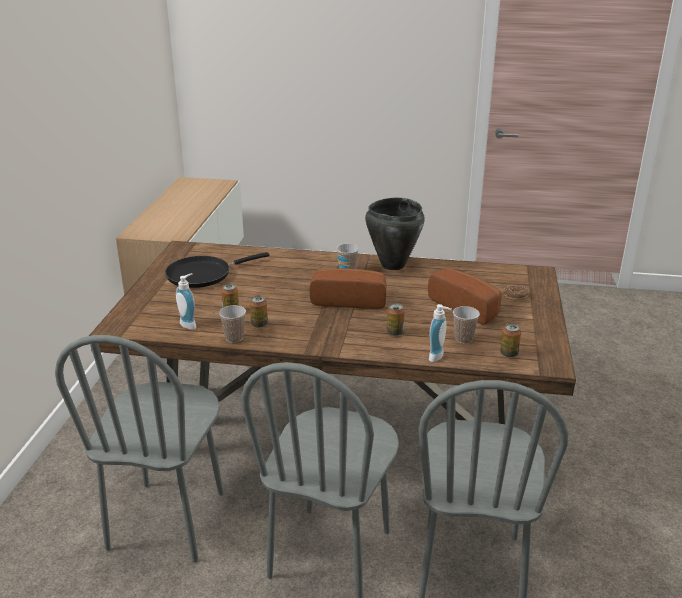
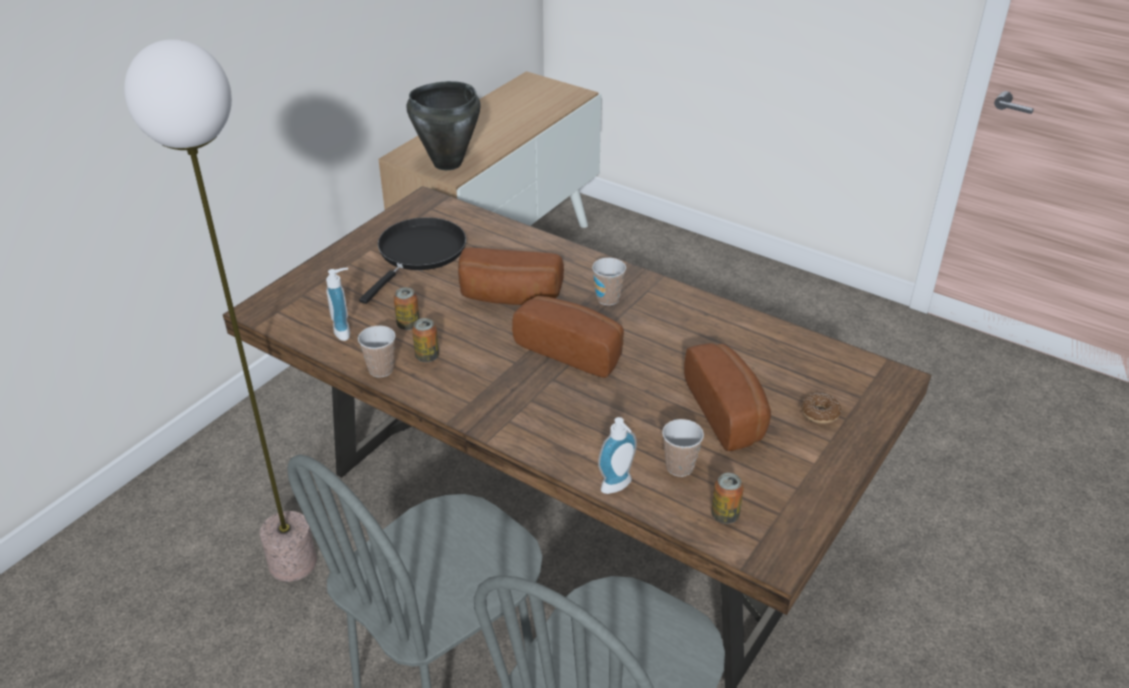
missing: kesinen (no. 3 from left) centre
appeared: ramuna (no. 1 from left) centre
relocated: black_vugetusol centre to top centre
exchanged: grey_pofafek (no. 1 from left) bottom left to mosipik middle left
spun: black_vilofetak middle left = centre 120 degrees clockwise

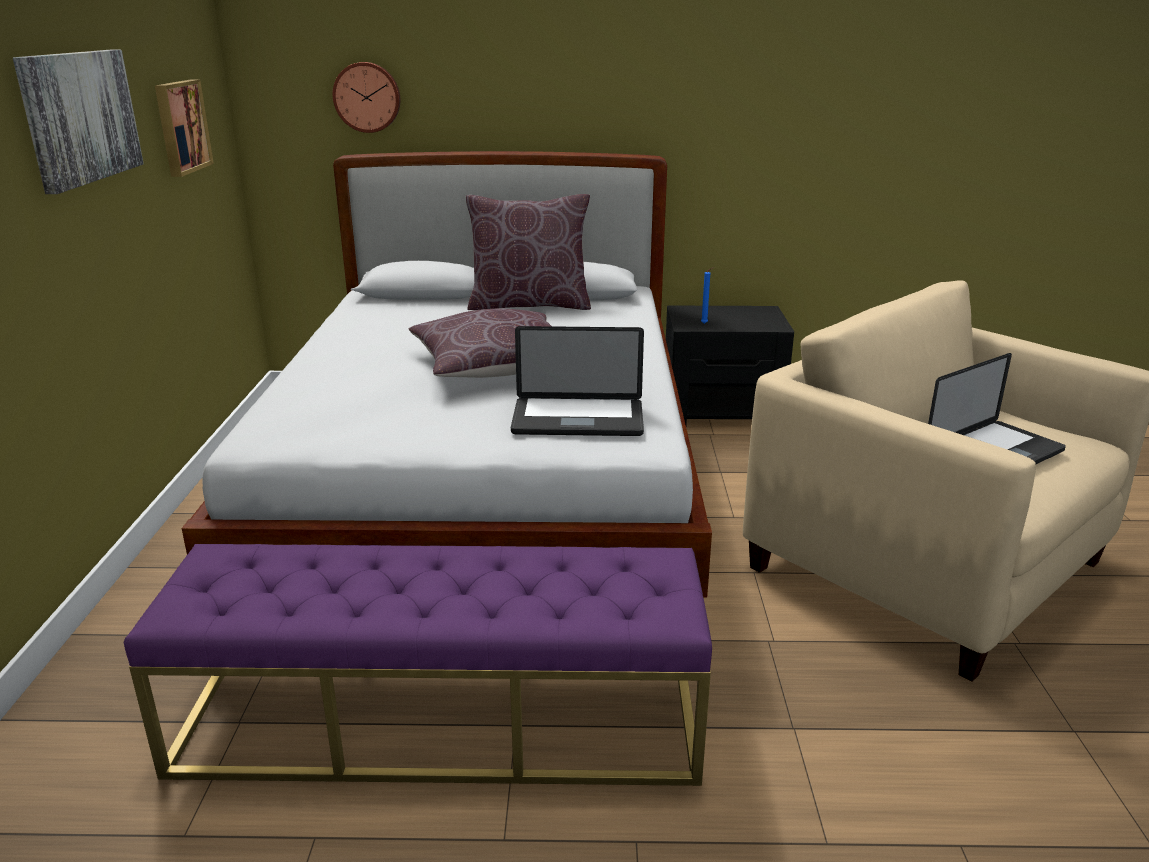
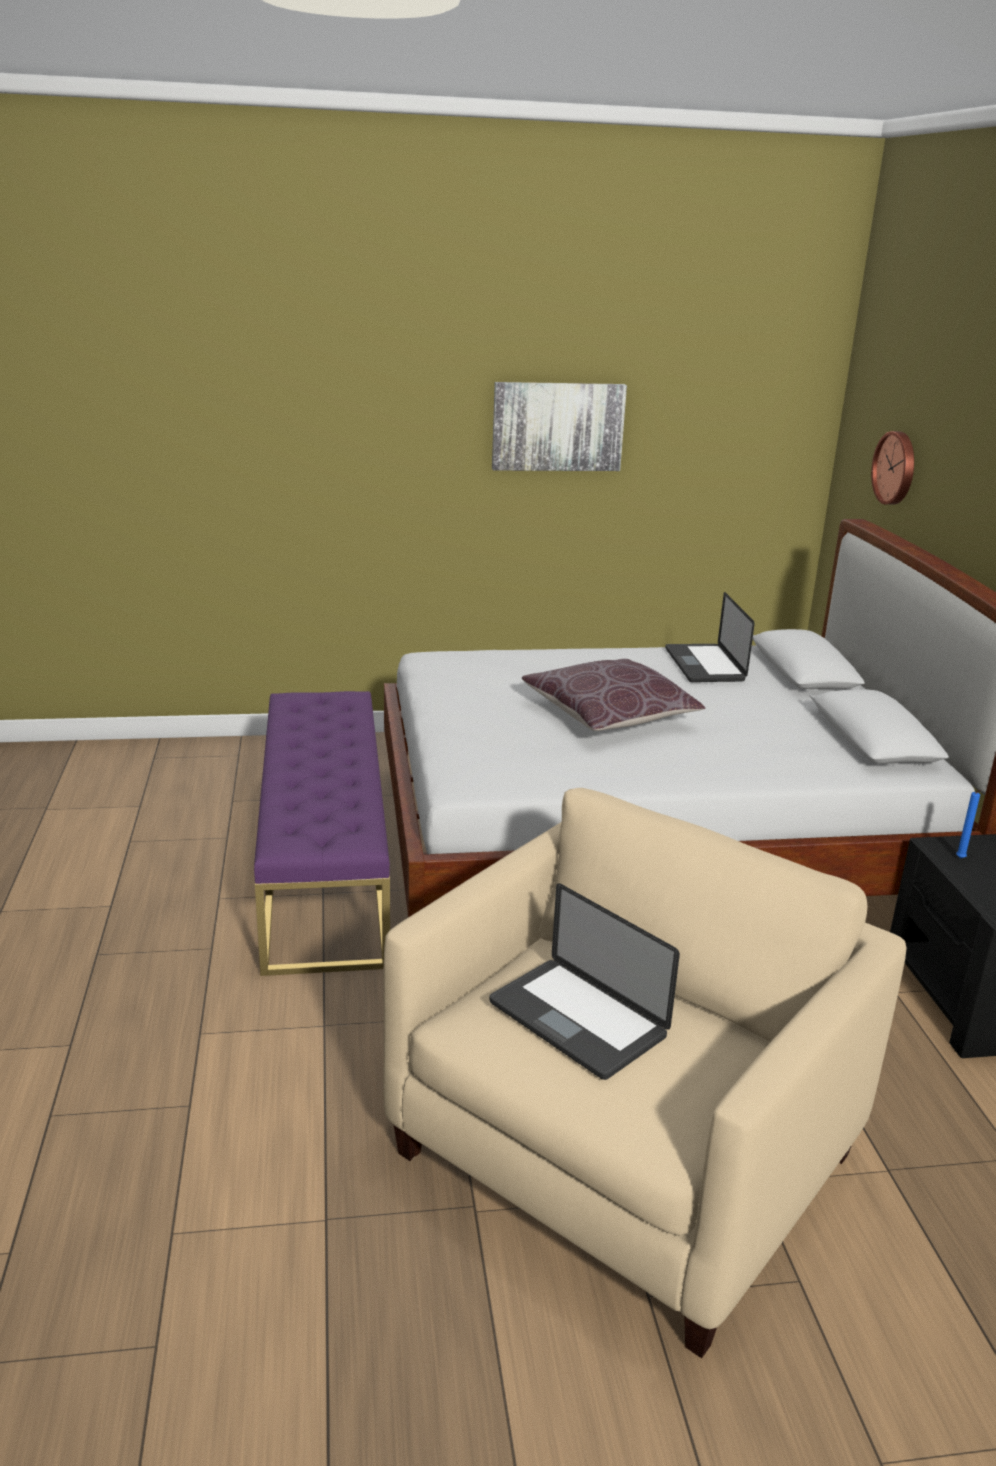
missing: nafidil (no. 2 from left) top left; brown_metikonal (no. 2 from left) top centre
relocated: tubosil (no. 1 from left in the first image) centre to tubosil (no. 2 from left) middle right

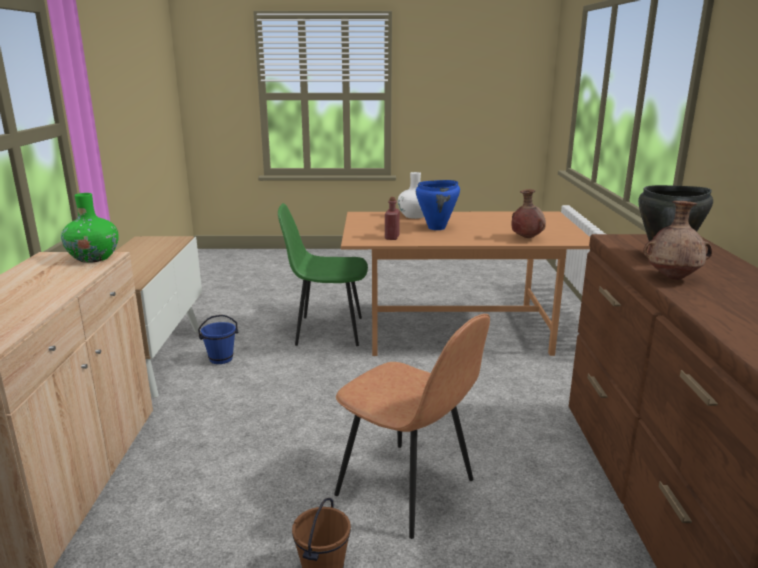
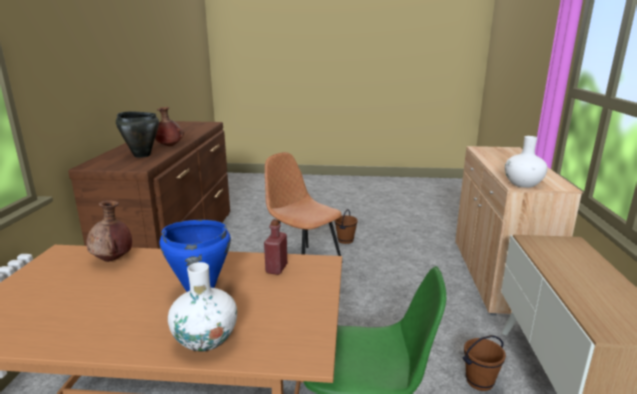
colour: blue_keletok middle left to brown_keletok (no. 2 from left) bottom right; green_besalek middle left to white_besalek (no. 2 from left) middle right

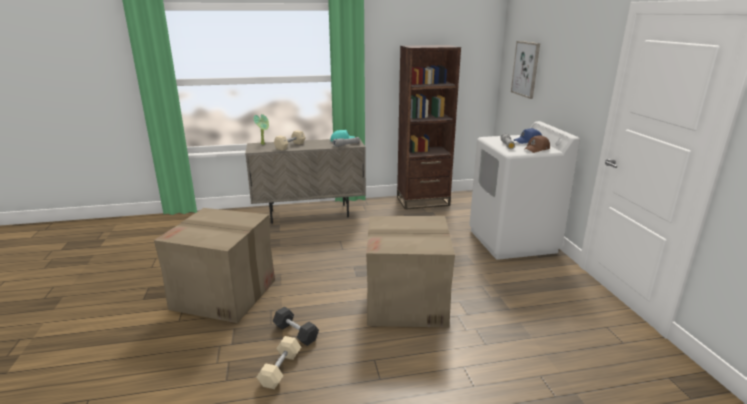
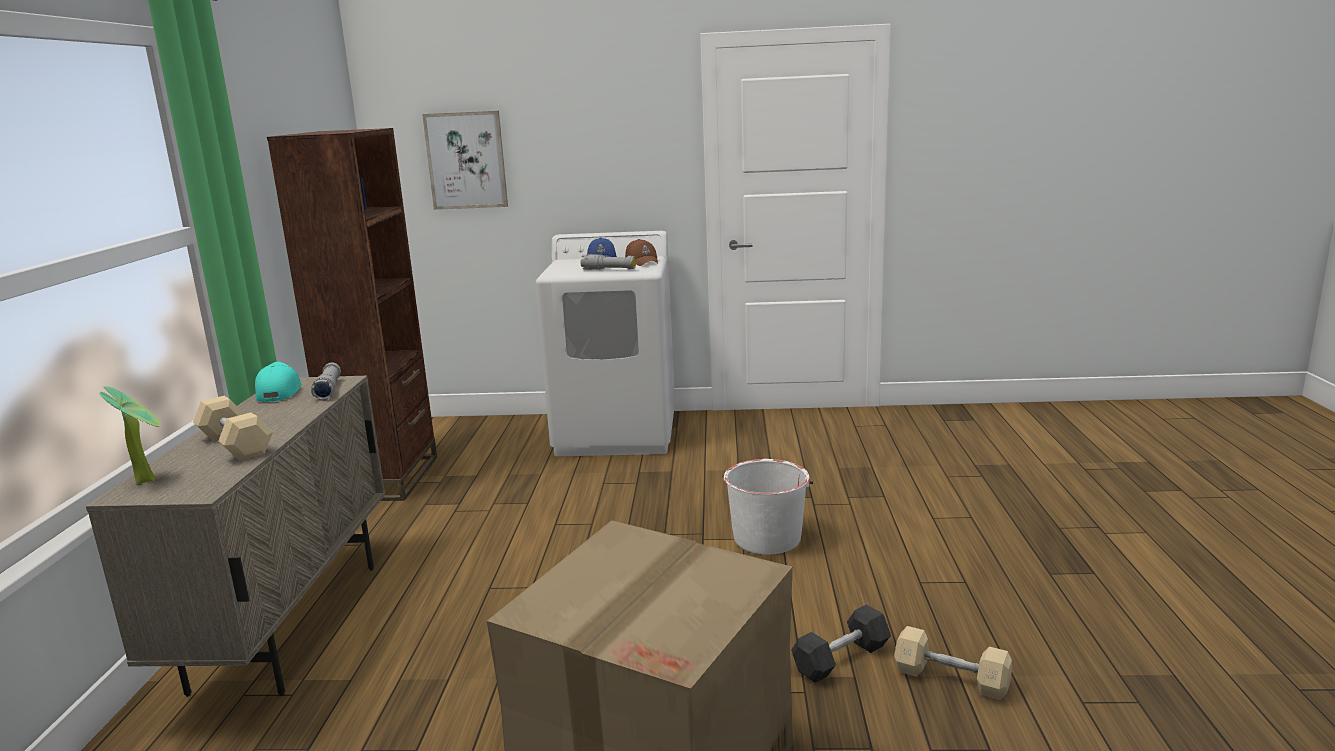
exchanged: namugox (no. 2 from left) bottom centre to white_keletok bottom centre

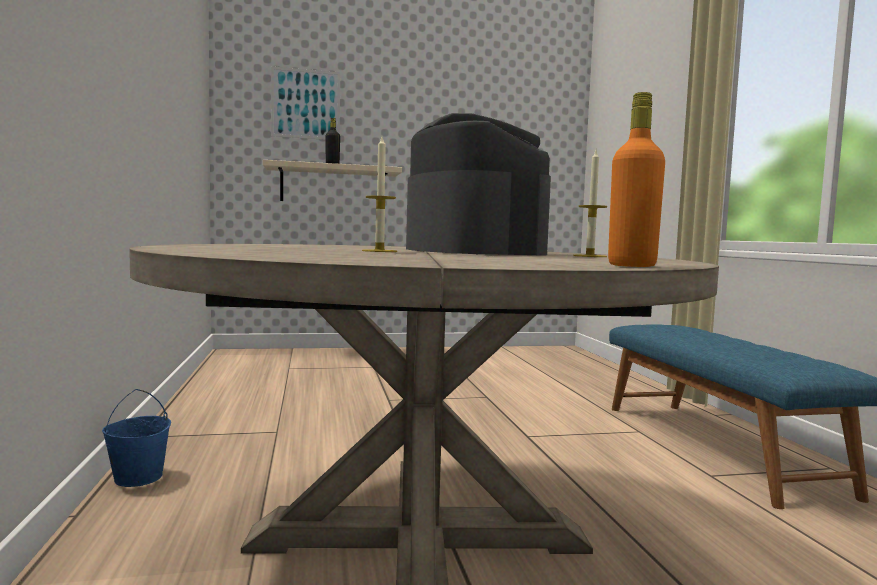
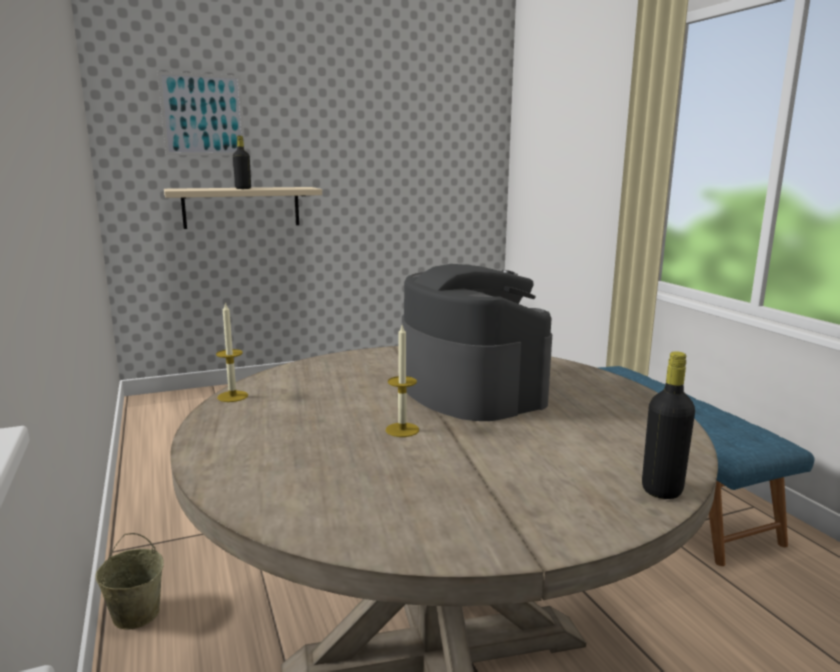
relocated: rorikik (no. 2 from left in the first image) middle right to rorikik (no. 1 from left) middle left
colour: blue_keletok bottom left to beige_keletok bottom left; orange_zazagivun top right to black_zazagivun (no. 2 from left) middle right

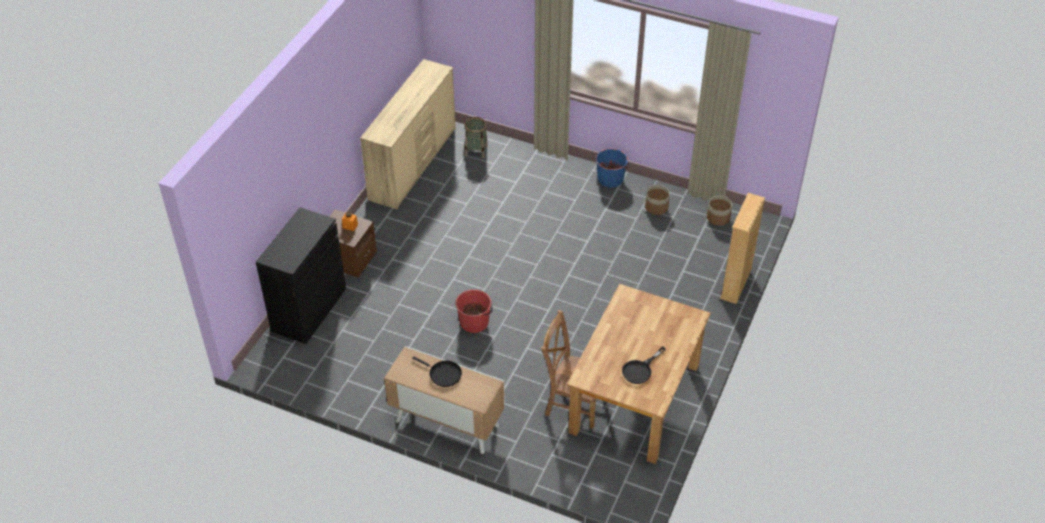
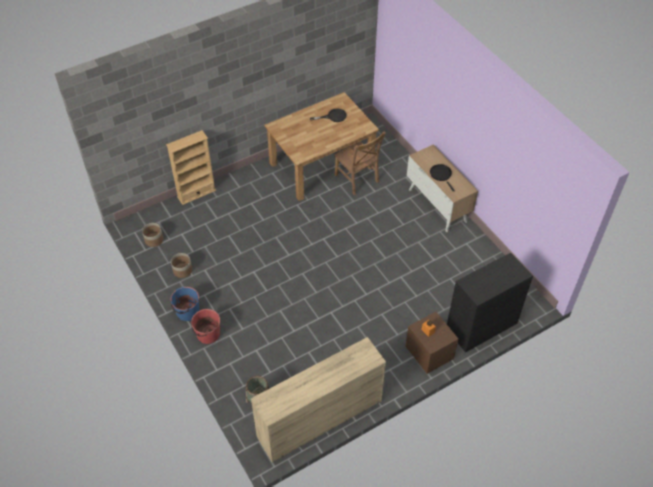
relocated: red_keletok centre to bottom left

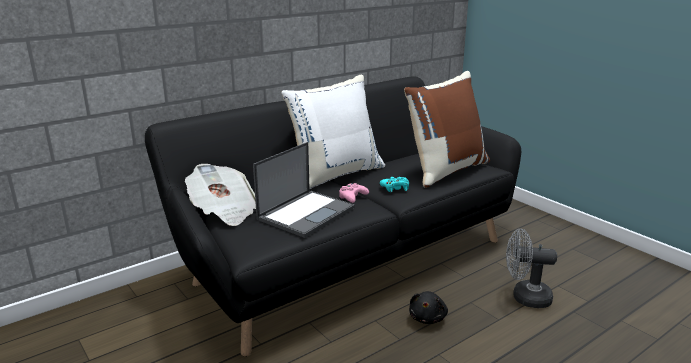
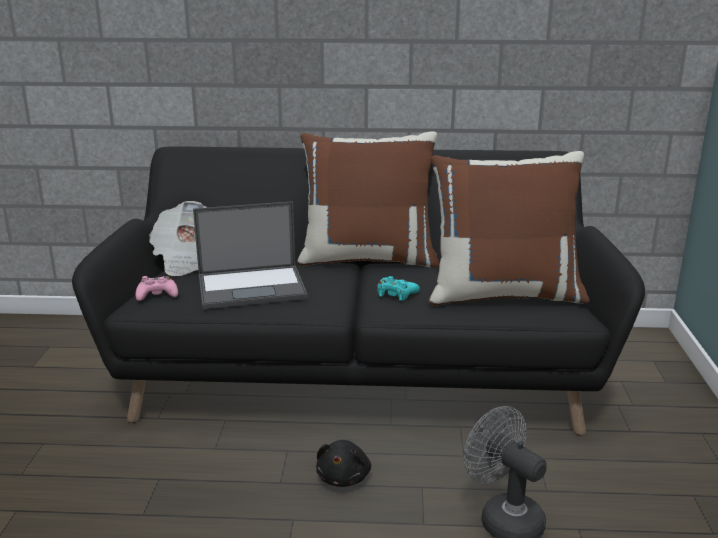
relocated: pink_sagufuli centre to middle left
colour: white_metikonal centre to brown_metikonal (no. 1 from left) centre
spun: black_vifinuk bottom centre = bottom centre 45 degrees counterclockwise

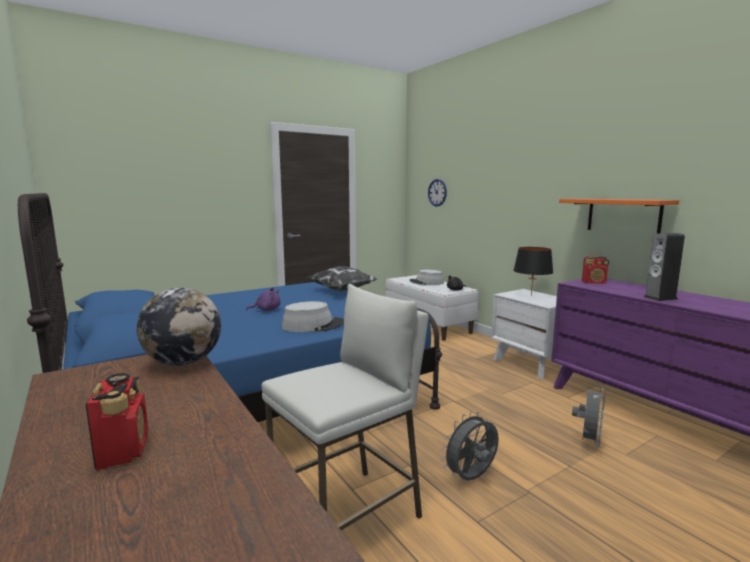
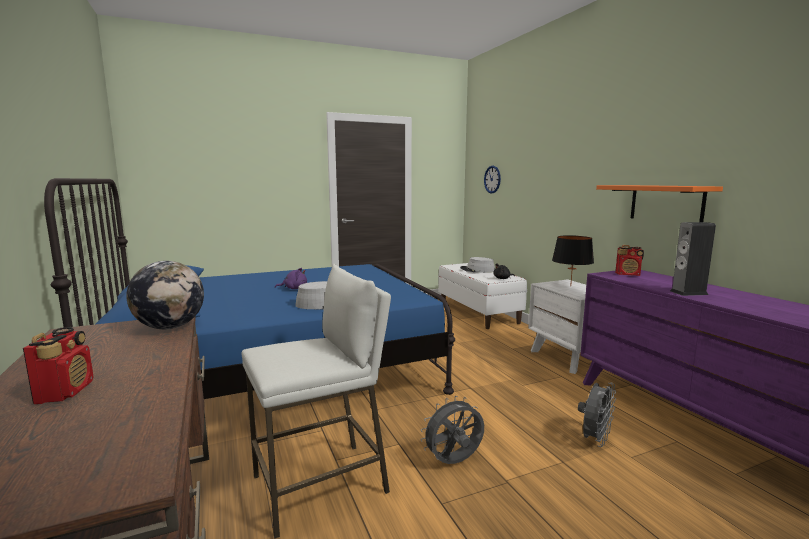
missing: metikonal centre

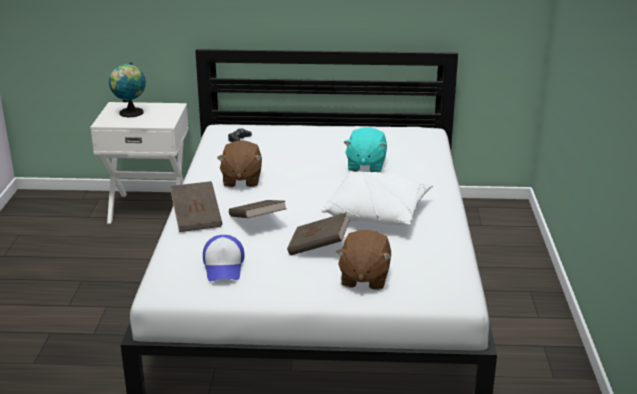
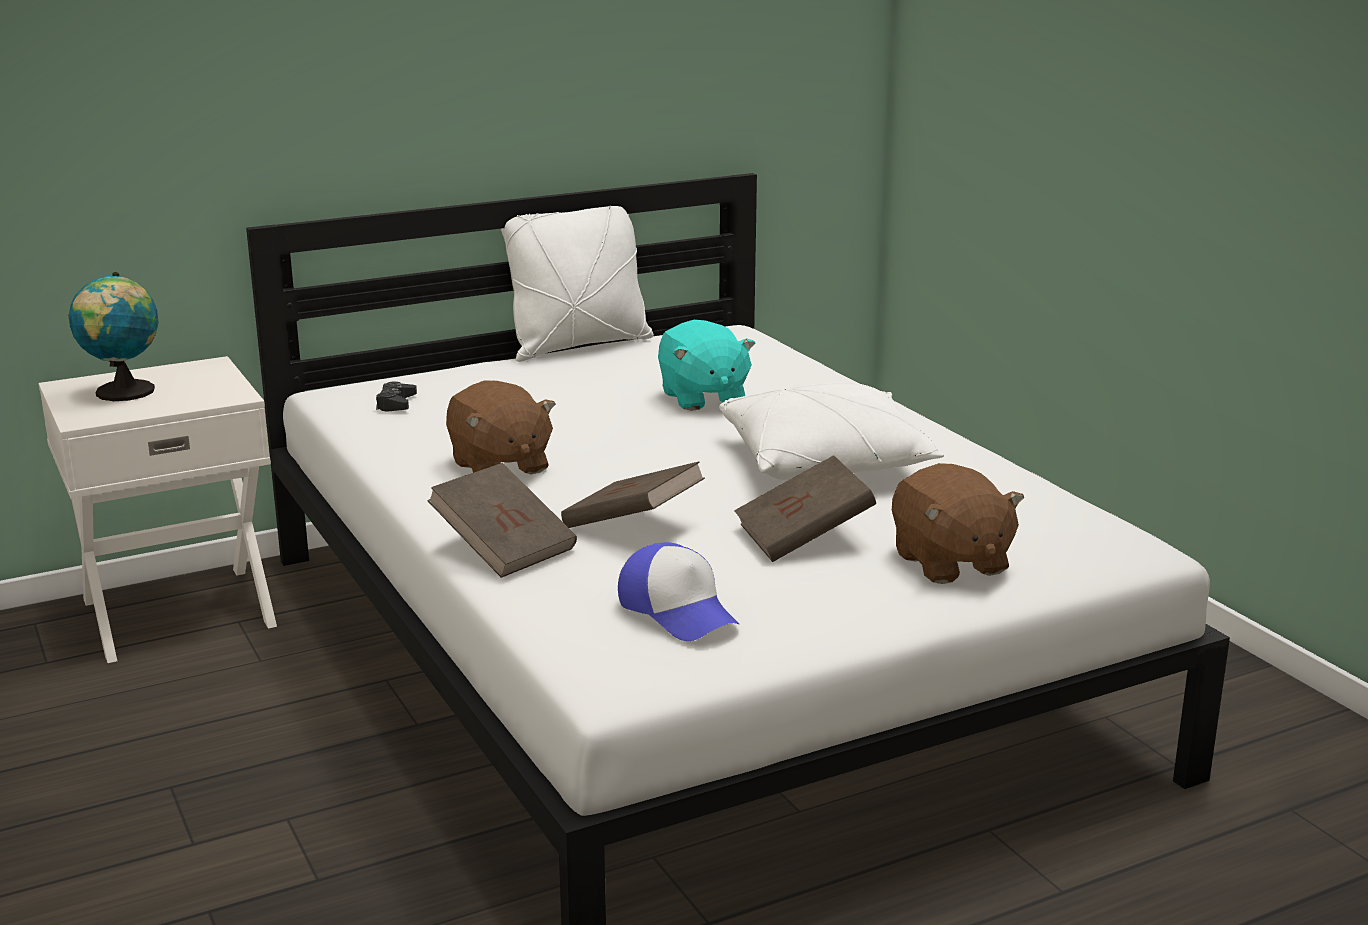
appeared: white_metikonal (no. 1 from left) top centre

